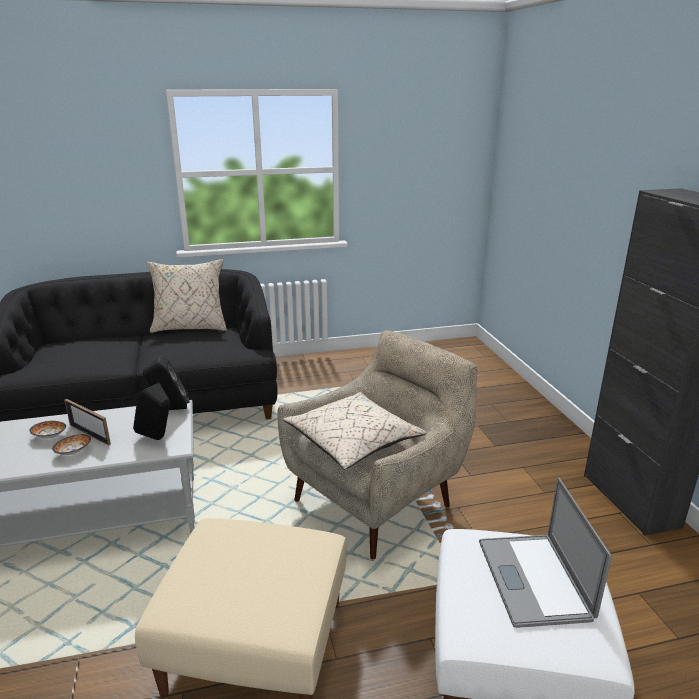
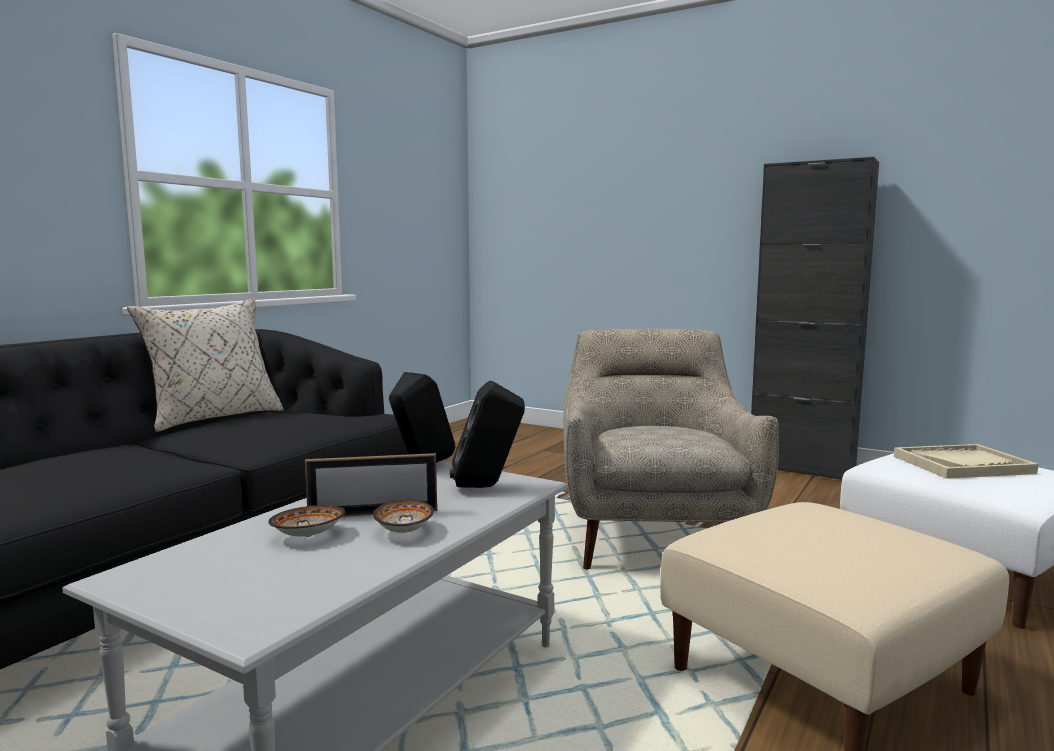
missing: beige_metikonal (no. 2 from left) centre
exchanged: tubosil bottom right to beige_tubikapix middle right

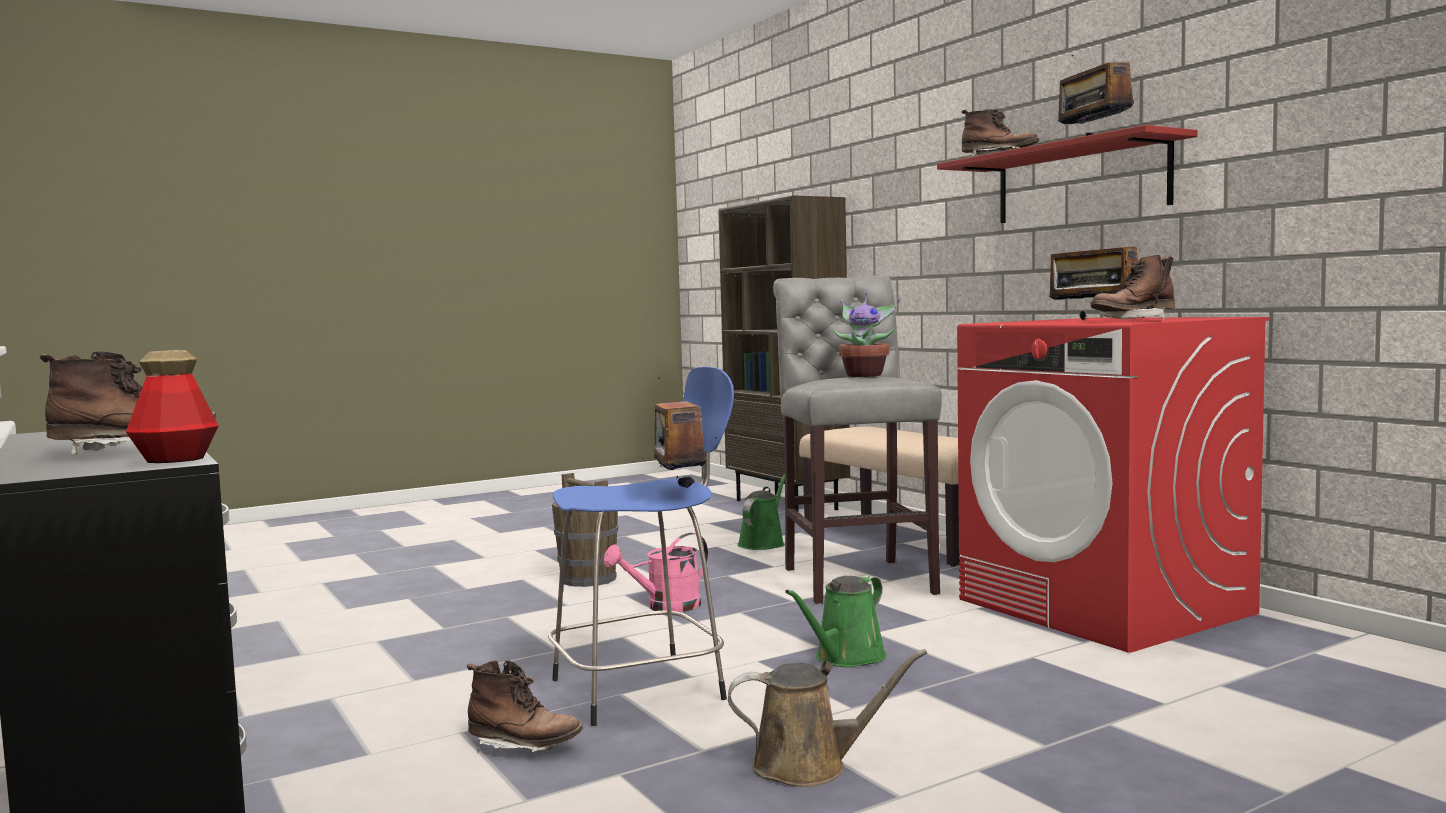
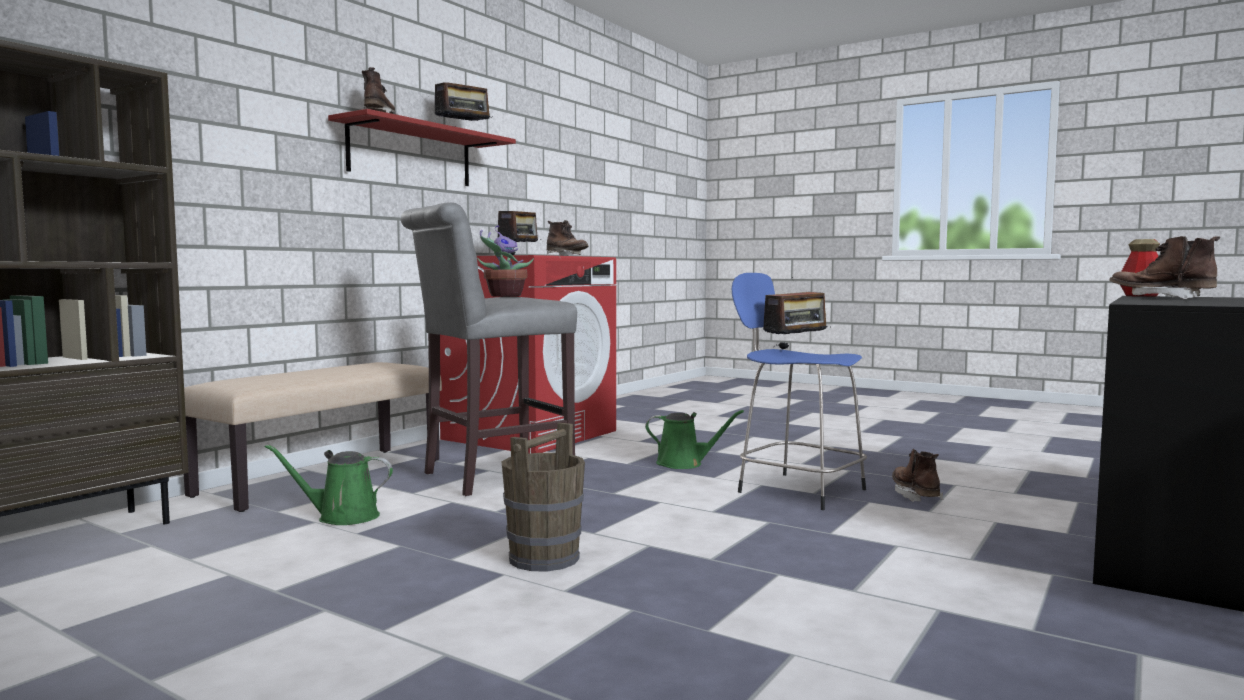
missing: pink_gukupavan bottom centre; brown_gukupavan bottom centre

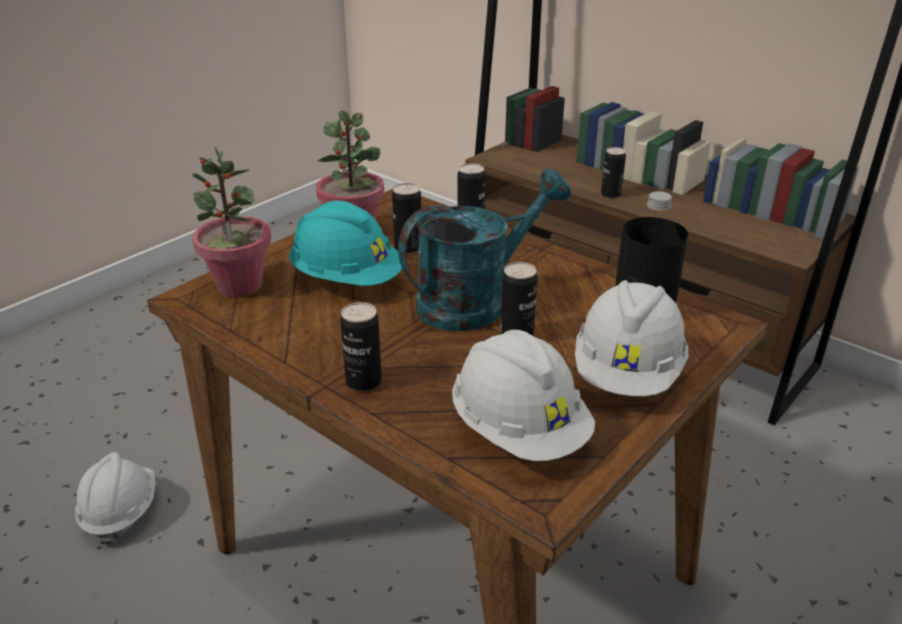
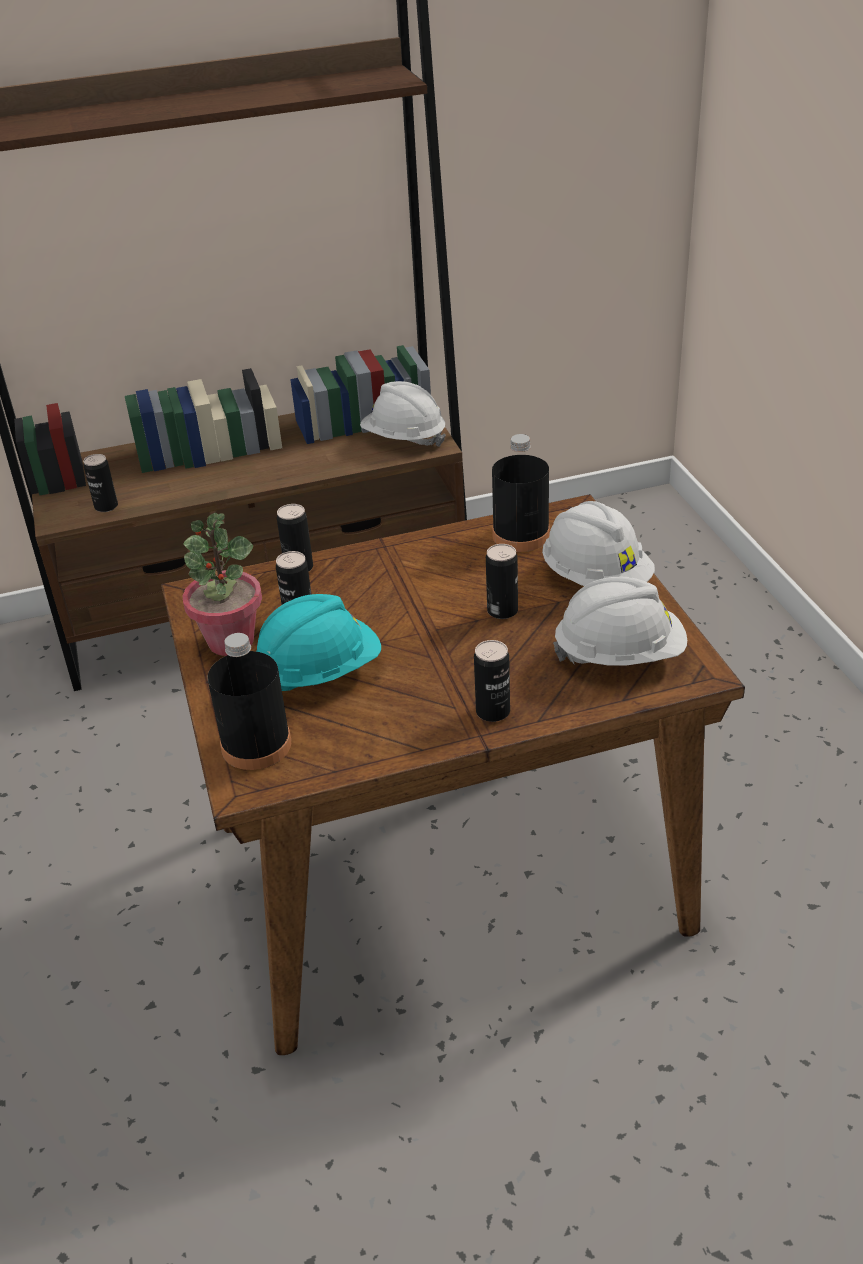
missing: turquoise_gukupavan centre
relocated: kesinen (no. 5 from left in the first image) top right to kesinen (no. 1 from left) middle left; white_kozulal (no. 1 from left) bottom left to top centre
exchanged: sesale (no. 1 from left) middle left to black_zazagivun (no. 1 from left) middle left

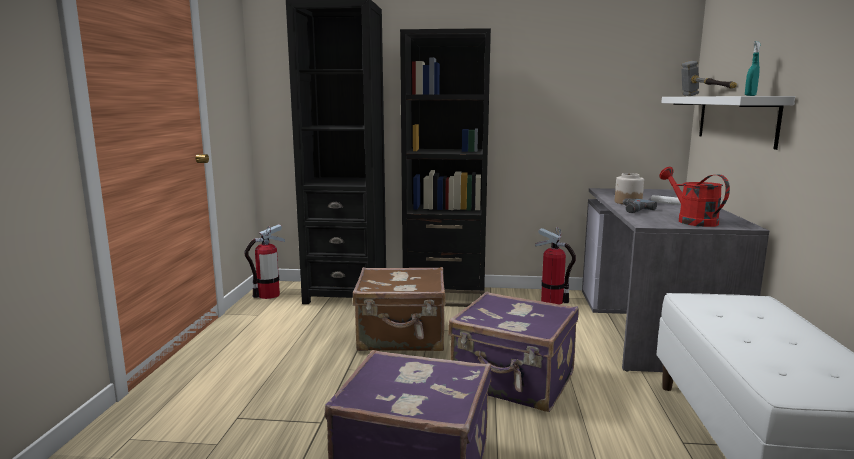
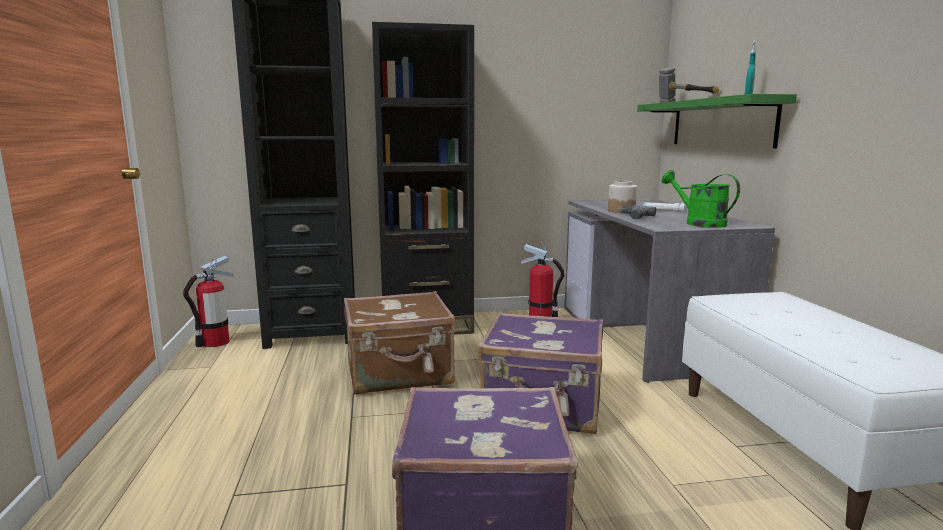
colour: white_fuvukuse top right to green_fuvukuse top right; red_gukupavan middle right to green_gukupavan middle right

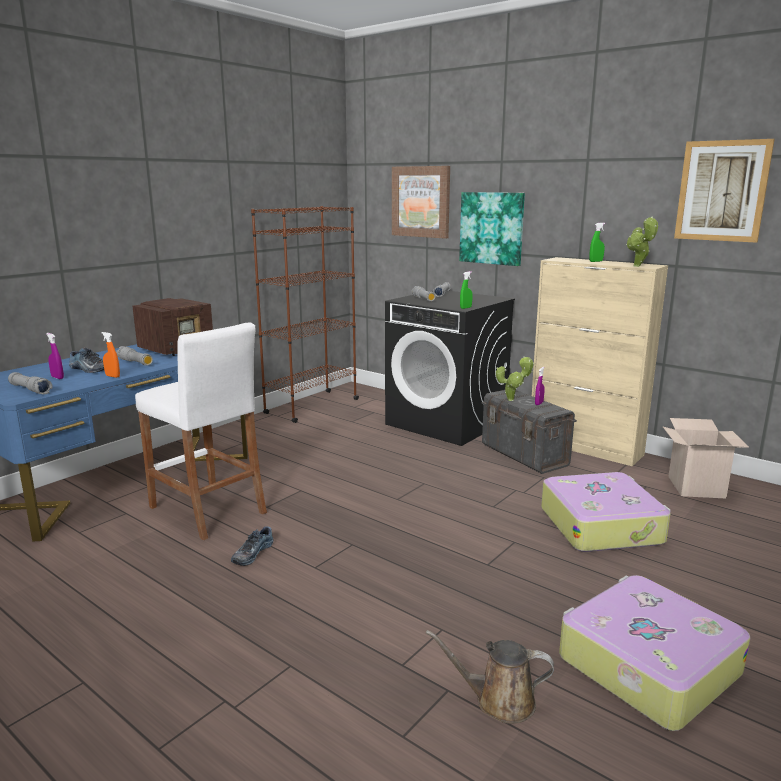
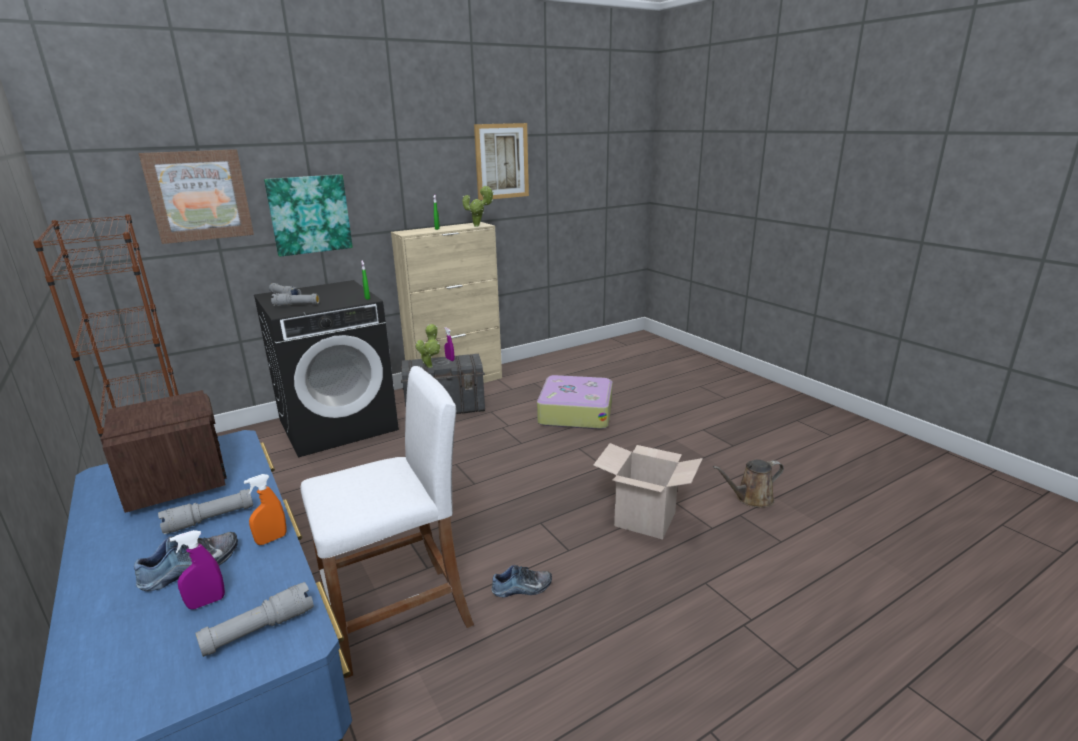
missing: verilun (no. 2 from left) bottom right
relocated: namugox middle right to centre
spun: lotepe (no. 2 from left) bottom left = bottom centre 60 degrees counterclockwise; brown_gukupavan bottom centre = middle right 45 degrees clockwise

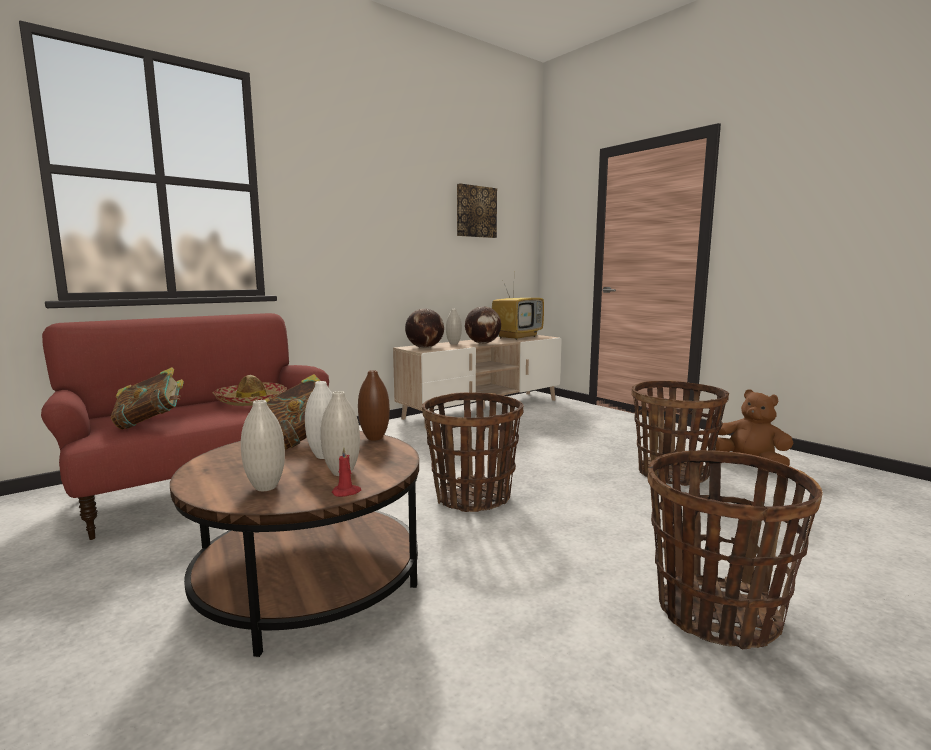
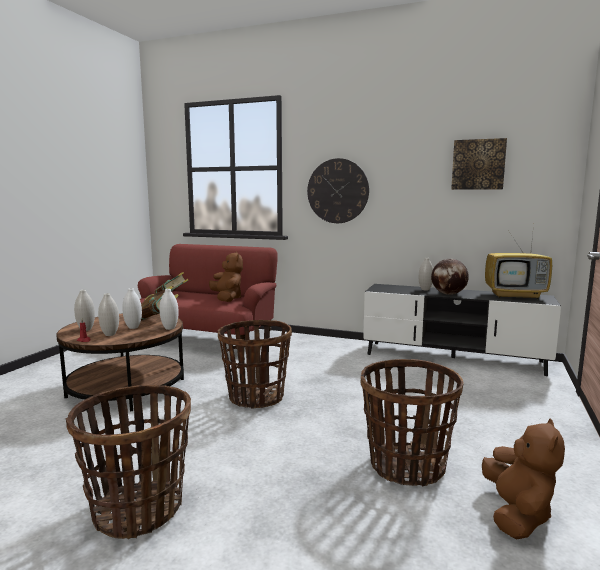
missing: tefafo (no. 1 from left) centre
appeared: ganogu centre
exchanged: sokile middle left to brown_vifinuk (no. 1 from left) centre
colour: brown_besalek centre to white_besalek (no. 4 from left) middle left; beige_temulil centre to black_temulil middle right

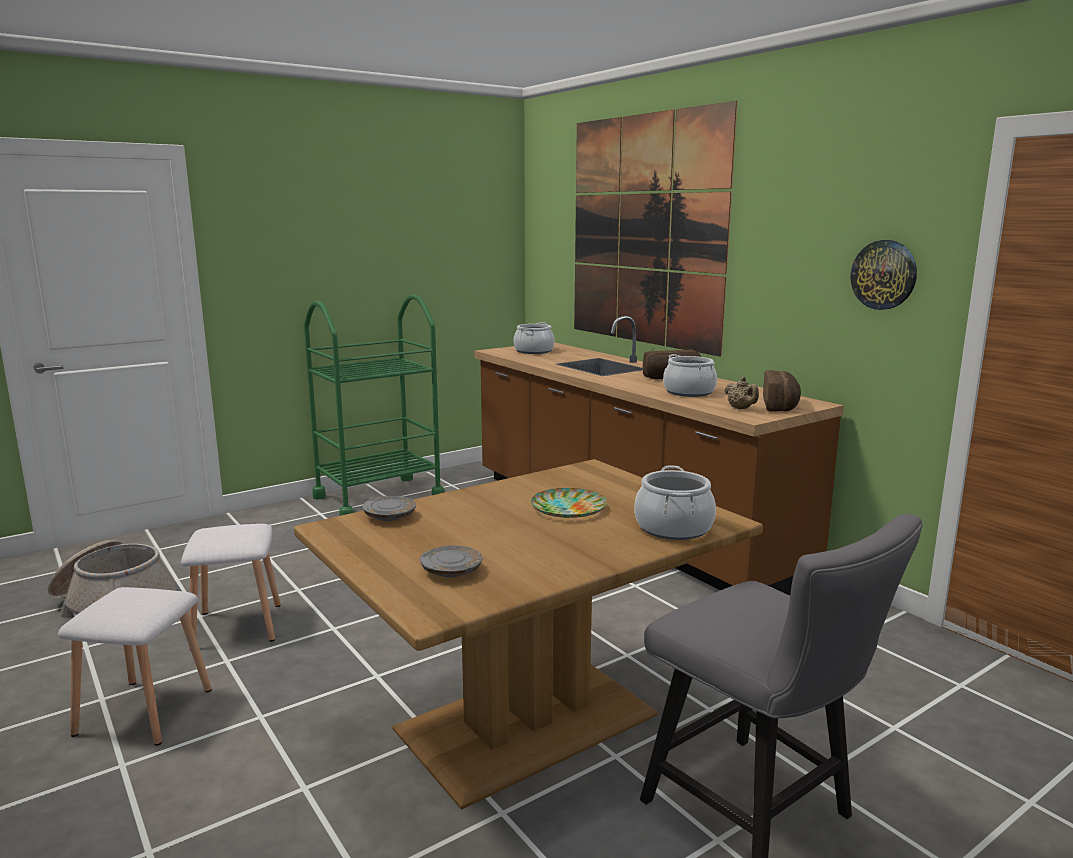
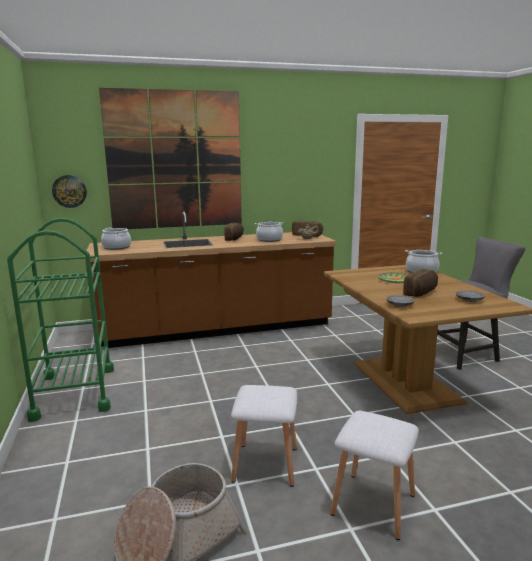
appeared: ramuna (no. 3 from left) middle right
relocated: ganogu top right to middle left

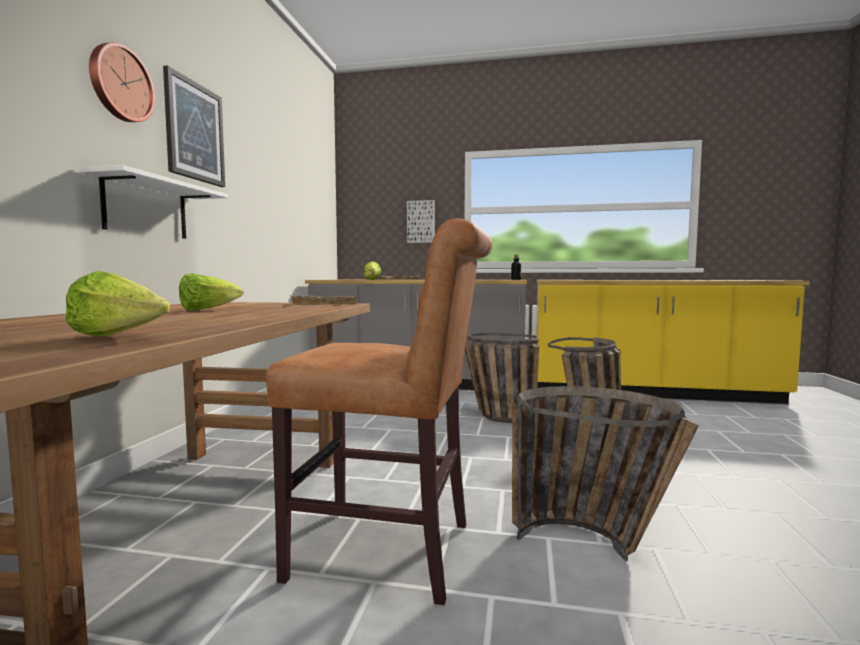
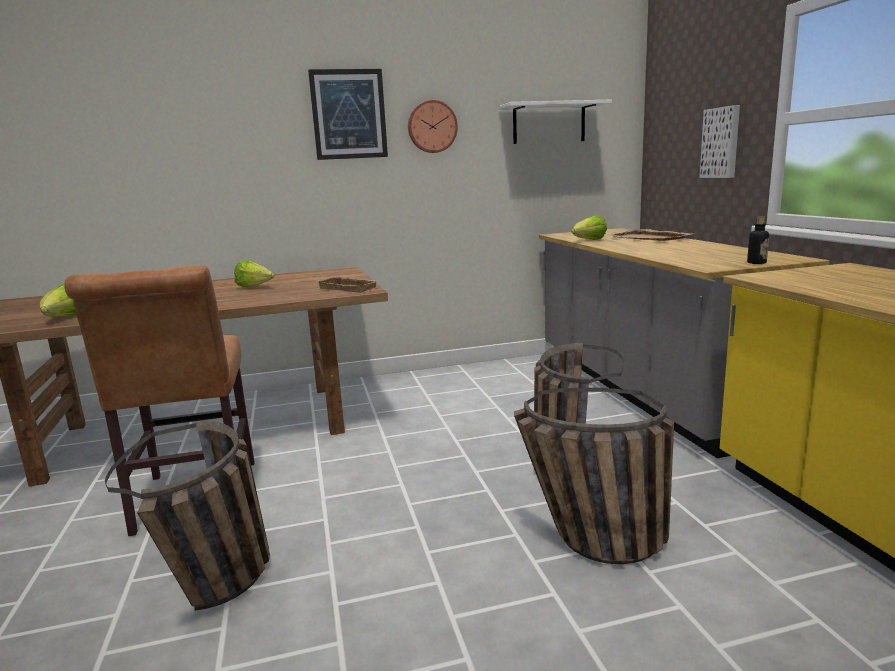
relocated: ganogu top left to top centre; white_fuvukuse top left to top centre

